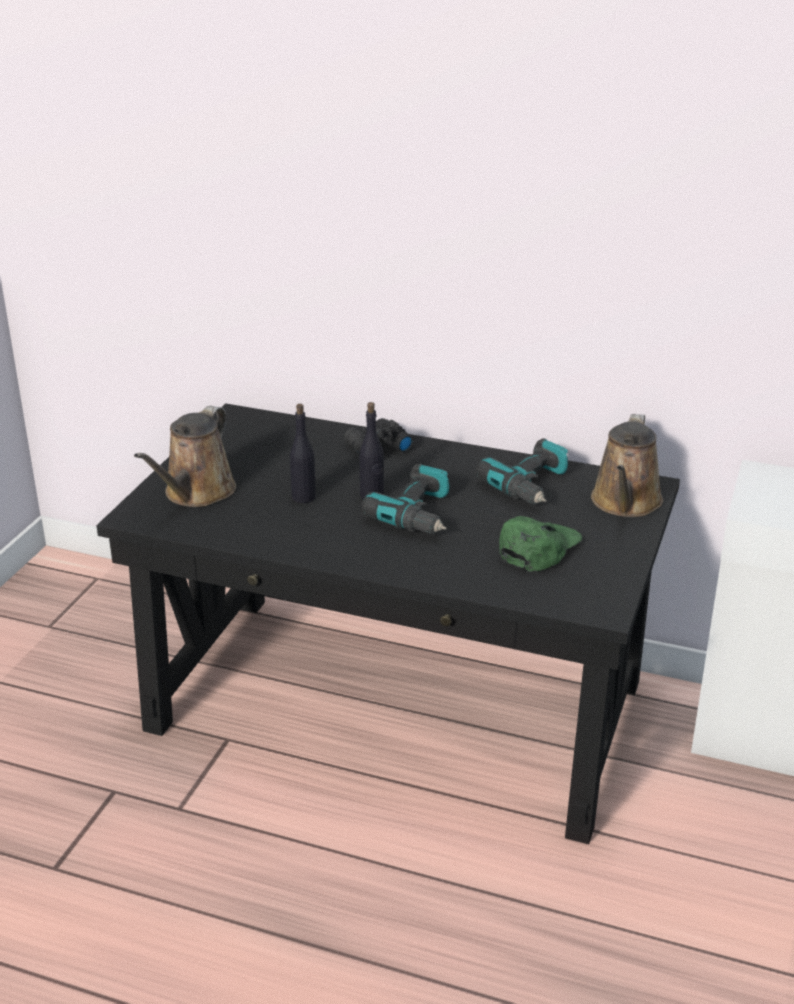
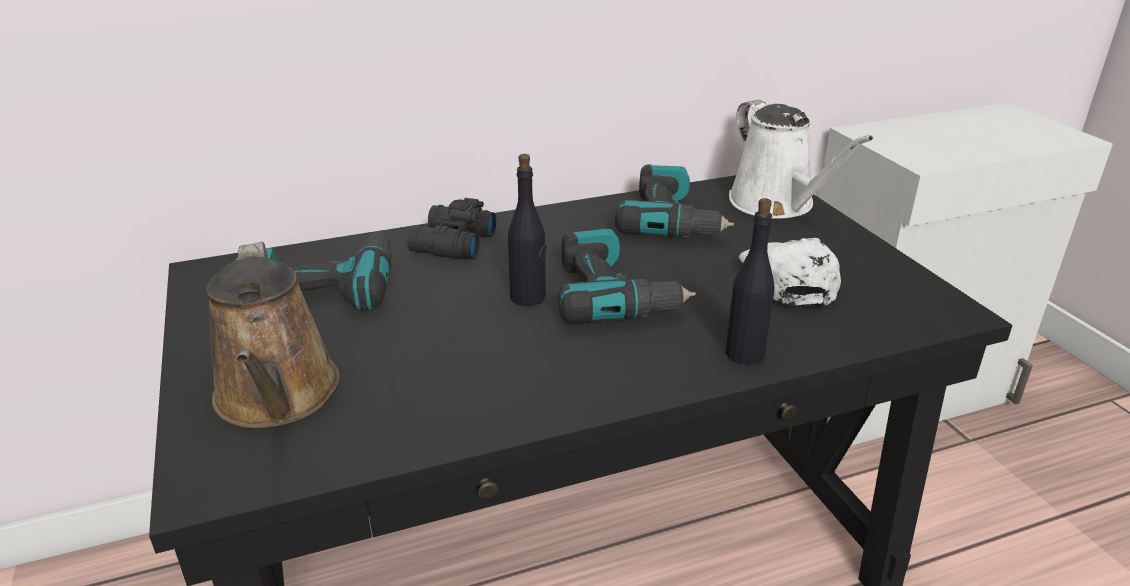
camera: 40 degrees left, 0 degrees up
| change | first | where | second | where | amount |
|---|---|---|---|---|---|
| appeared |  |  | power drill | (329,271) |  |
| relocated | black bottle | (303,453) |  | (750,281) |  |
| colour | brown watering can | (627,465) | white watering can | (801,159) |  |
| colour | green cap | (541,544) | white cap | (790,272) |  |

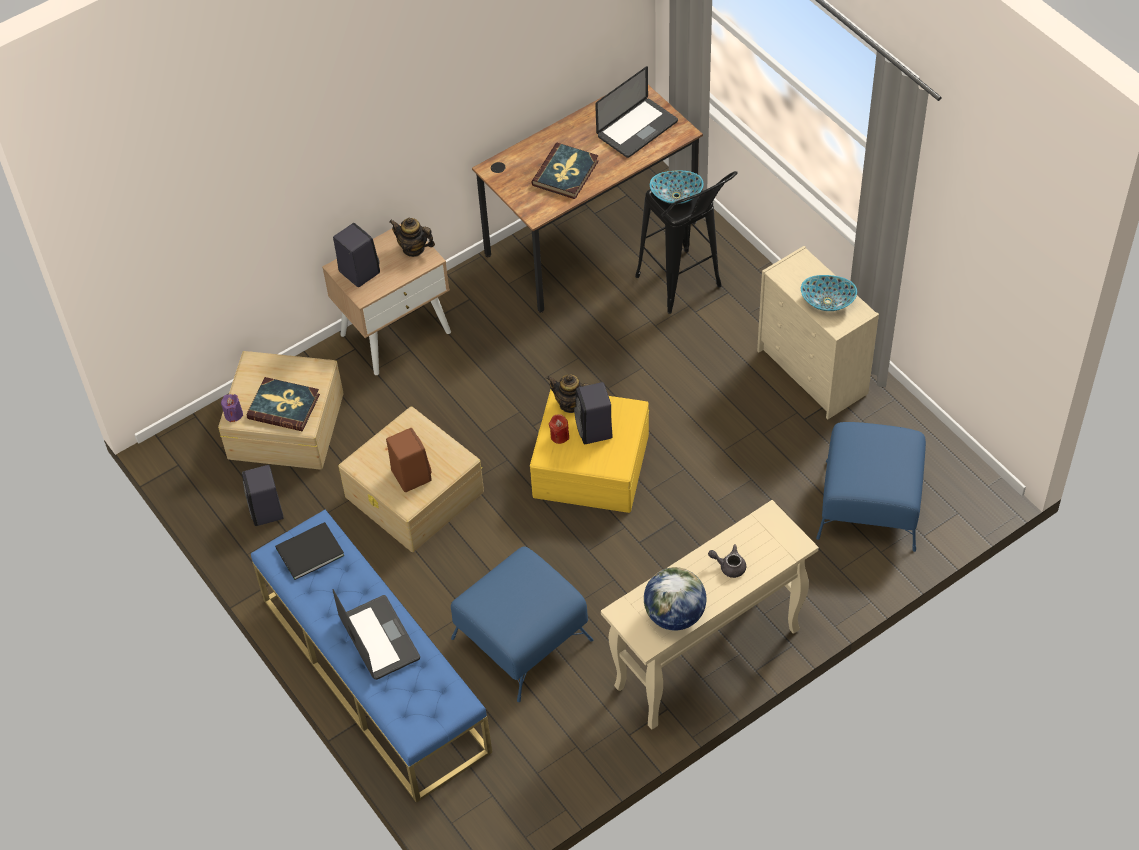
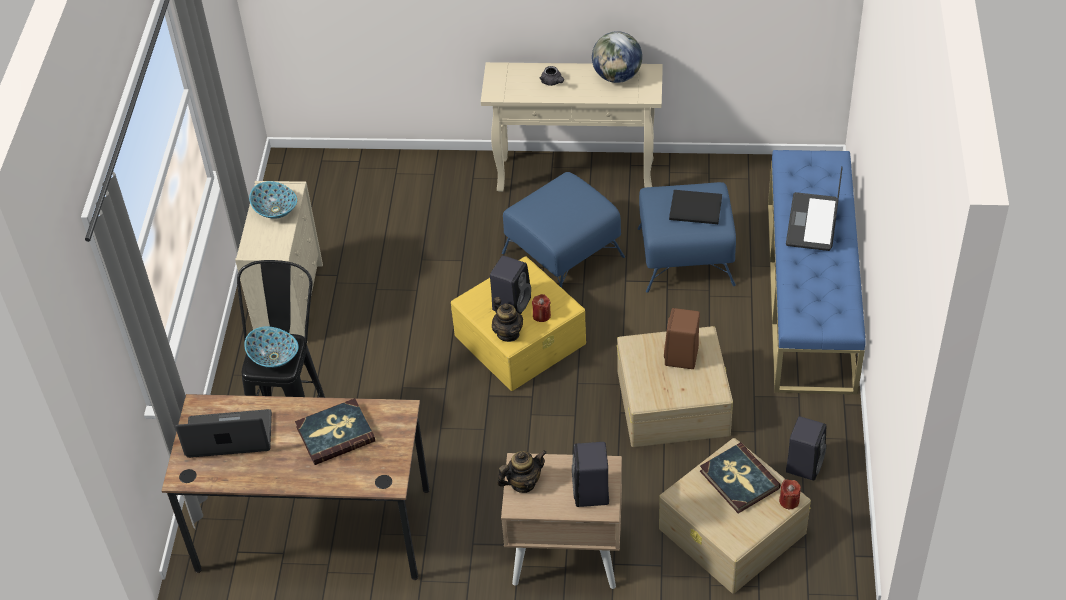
camera: 140 degrees left, 5 degrees down
| change | first | where | second | where | amount |
|---|---|---|---|---|---|
| spun | teapot | (412,237) |  | (522,471) | 90 degrees counterclockwise |
| relocated | blue ottoman | (871,487) |  | (563,230) |  |
| relocated | black book | (310,551) |  | (695,207) |  |
| colour | purple candle | (232,408) | red candle | (790,494) |  |

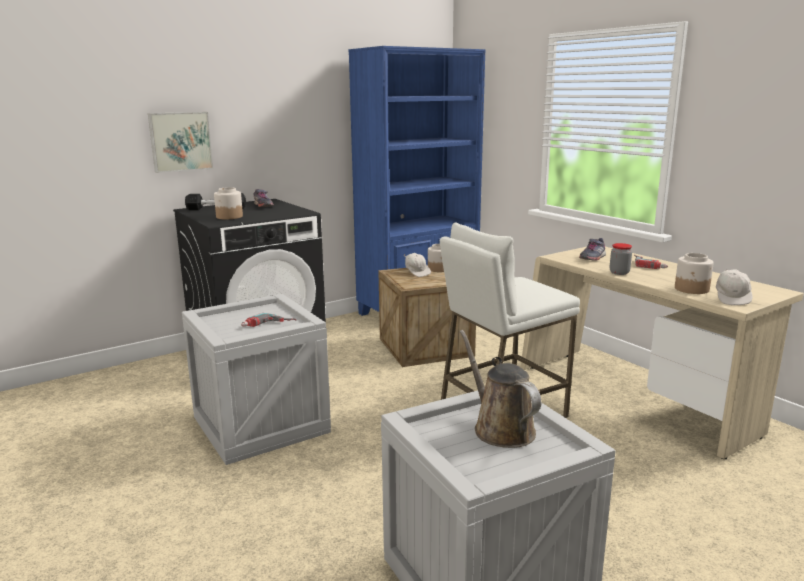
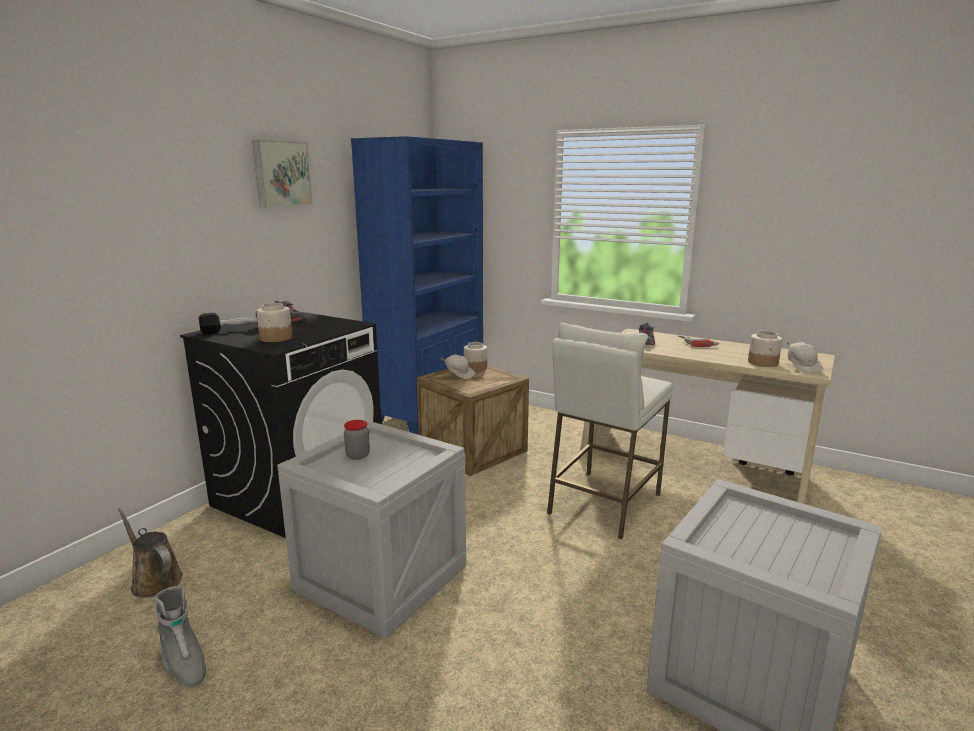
camera: 25 degrees left, 0 degrees up
| change | first | where | second | where | amount |
|---|---|---|---|---|---|
| relocated | brown watering can | (500,389) |  | (150,552) |  |
| appeared |  |  | grey boot | (180,636) |  |
| relocated | picture | (180,142) |  | (282,174) |  |
| relocated | jar | (621,259) |  | (357,440) |  |
| missing | power drill | (268,319) |  |  |  |

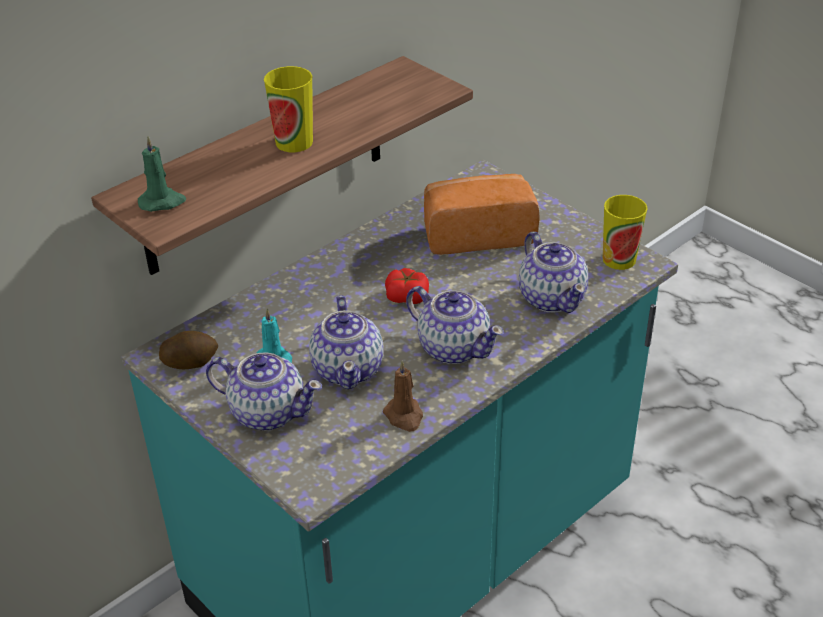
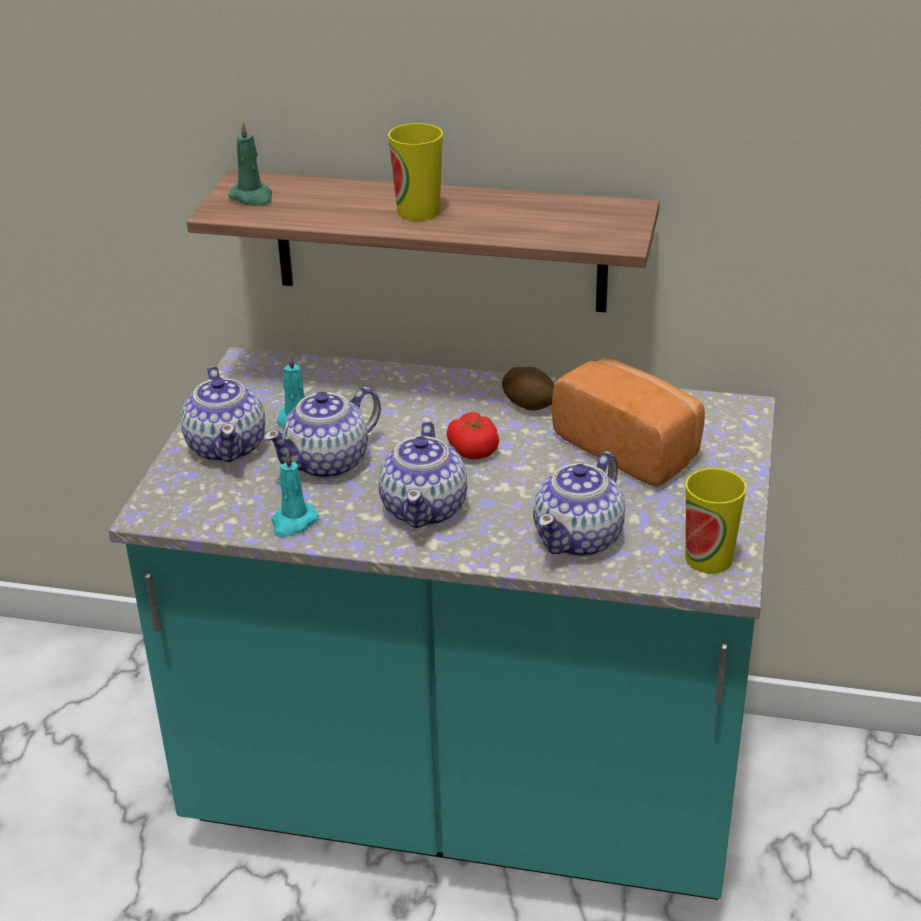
camera: 55 degrees right, 5 degrees down
| change | first | where | second | where | amount |
|---|---|---|---|---|---|
| colour | brown candle | (403,396) | turquoise candle | (295,493) |  |
| relocated | potato | (188,350) |  | (528,389) |  |

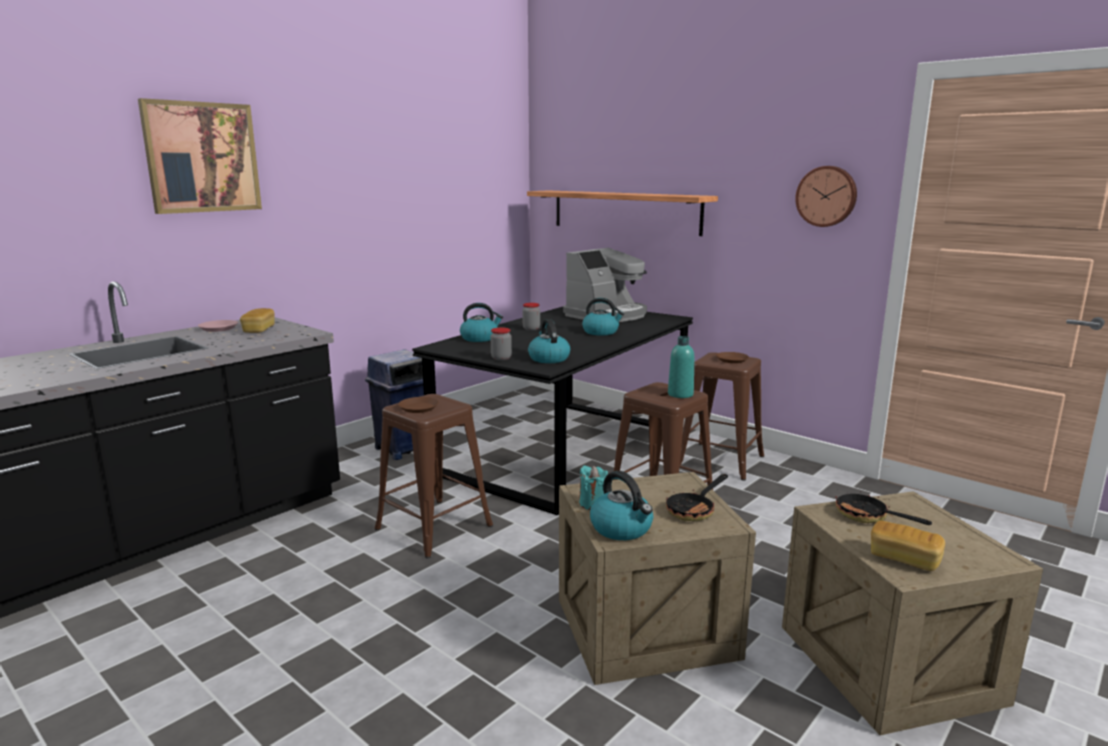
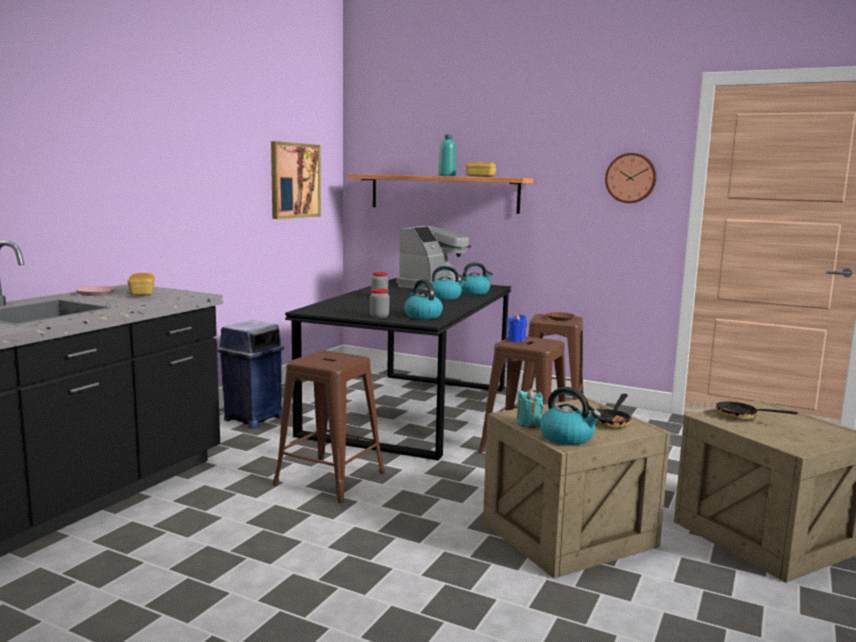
camera: 15 degrees left, 5 degrees down
| change | first | where | second | where | amount |
|---|---|---|---|---|---|
| relocated | picture | (200,156) |  | (296,180) |  |
| relocated | turquoise bottle | (681,367) |  | (447,155) |  |
| relocated | kettle | (481,322) |  | (476,278) |  |
| relocated | bread | (908,545) |  | (481,169) |  |
| appeared |  |  | blue candle | (517,327) |  |
| missing | brown plate | (418,405) |  |  |  |

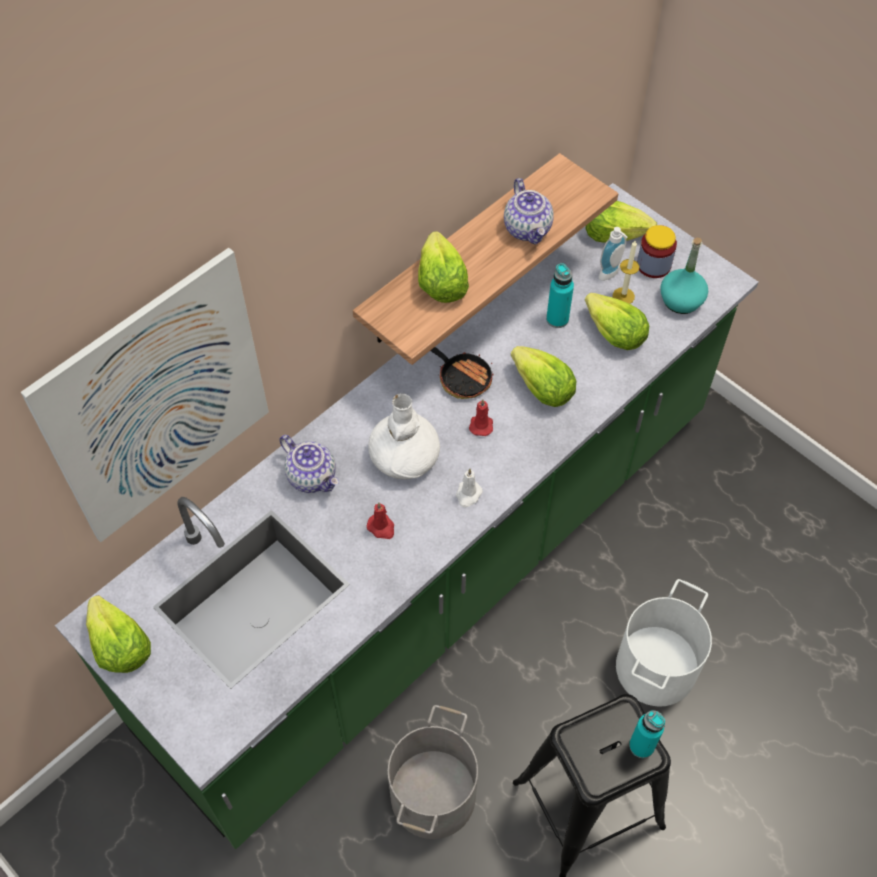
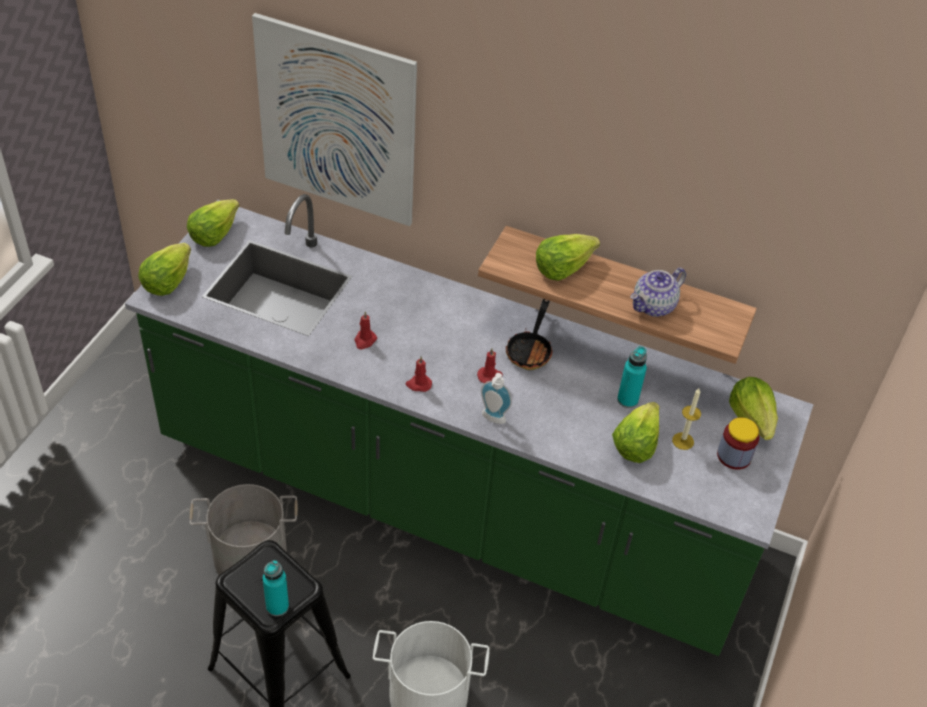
camera: 65 degrees right, 10 degrees down
| change | first | where | second | where | amount |
|---|---|---|---|---|---|
| relocated | lettuce | (543,376) |  | (164,269) |  |
| colour | white candle | (469,488) | red candle | (419,374) |  |
| relocated | soap dispenser | (613,254) |  | (496,398) |  |
| missing | teapot | (309,464) |  |  |  |
| missing | white vase | (404,437) |  |  |  |
| missing | turquoise bottle | (684,275) |  |  |  |

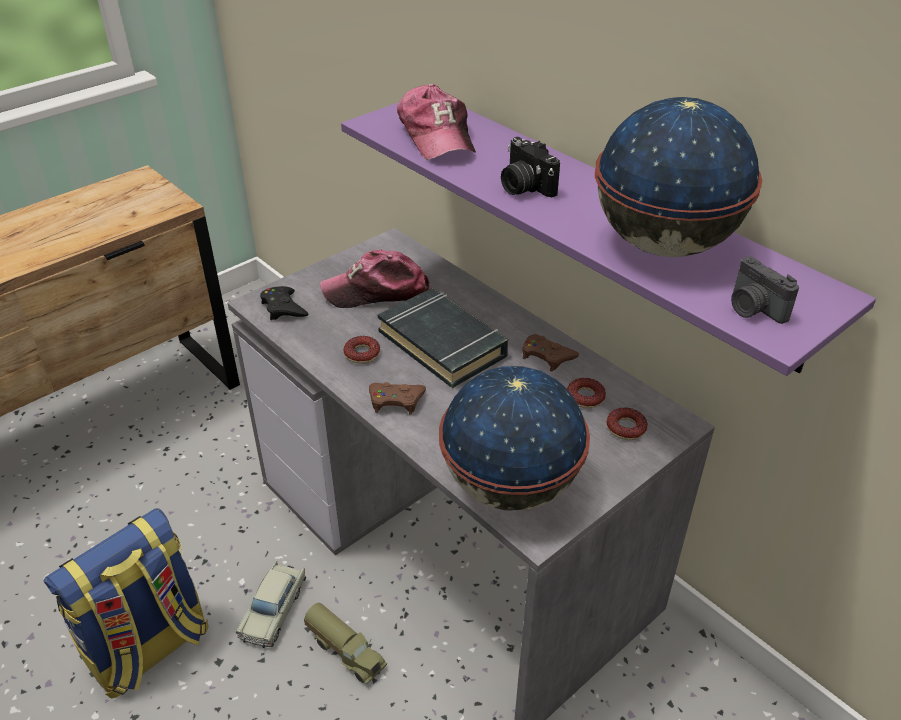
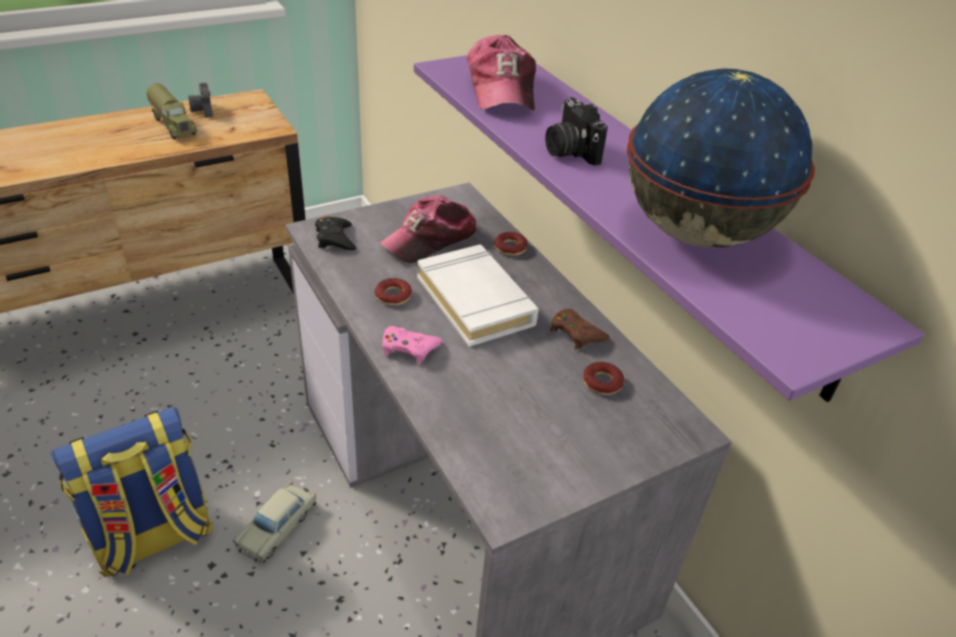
camera: 10 degrees right, 0 degrees up
| change | first | where | second | where | amount |
|---|---|---|---|---|---|
| relocated | toy truck | (345,644) |  | (172,111) |  |
| relocated | photo camera | (765,290) |  | (200,100) |  |
| spun | cap | (375,279) |  | (428,229) | 45 degrees counterclockwise |
| colour | brown game controller | (397,398) | pink game controller | (412,345) |  |
| colour | black book | (443,338) | white book | (478,296) |  |
| relocated | donut | (627,424) |  | (511,244) |  |
| missing | globe | (514,438) |  |  |  |

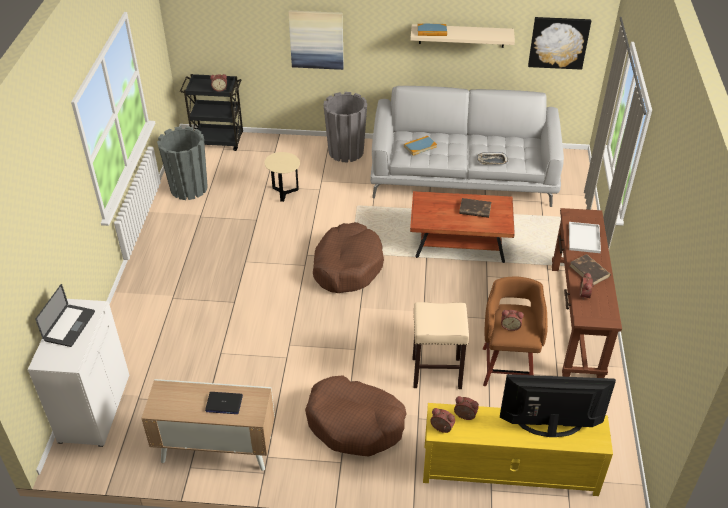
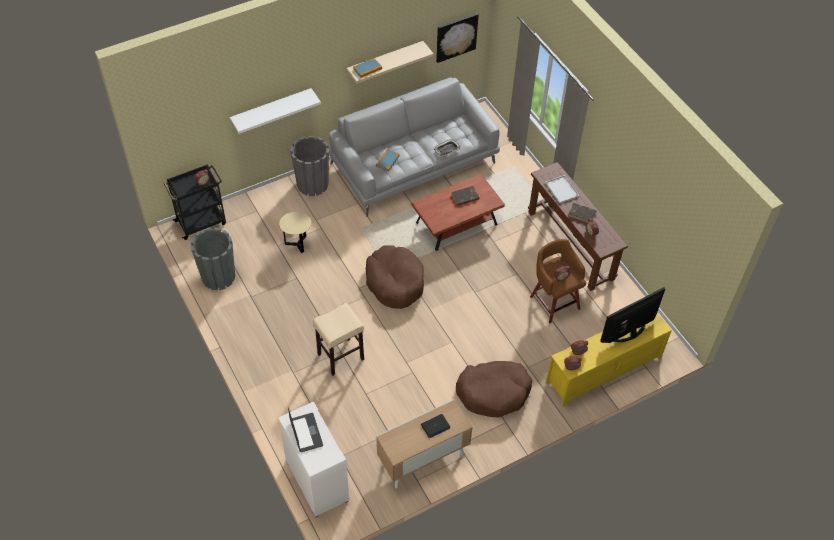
camera: 35 degrees left, 10 degrees up
| change | first | where | second | where | amount |
|---|---|---|---|---|---|
| exchanged | picture | (316,40) | white shelf | (275,111) |  |
| relocated | beige stool | (441,345) |  | (338,339) |  |

